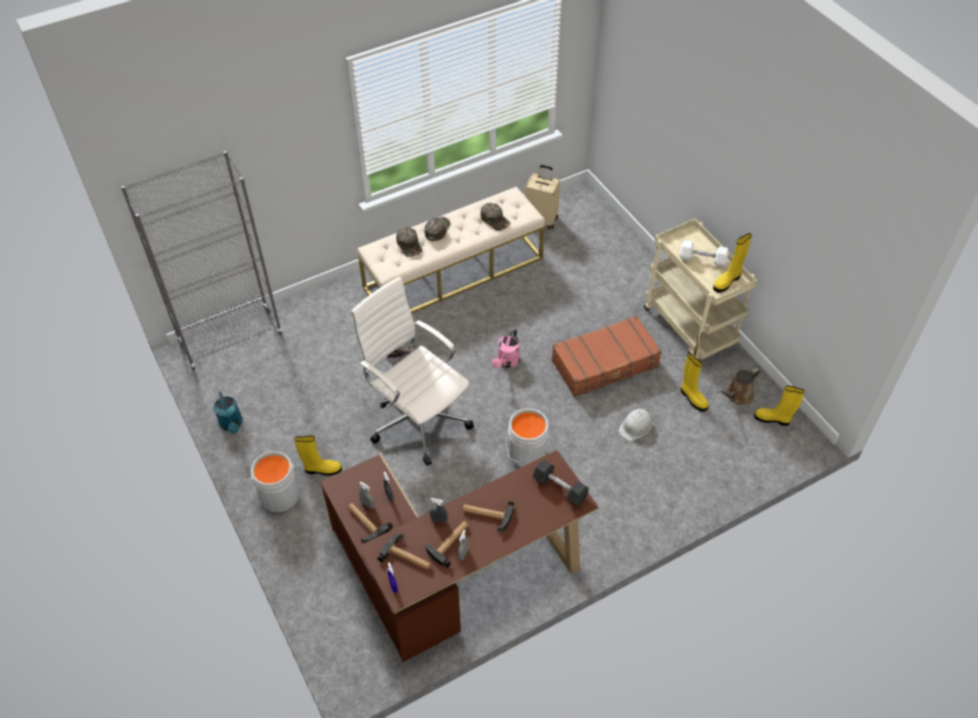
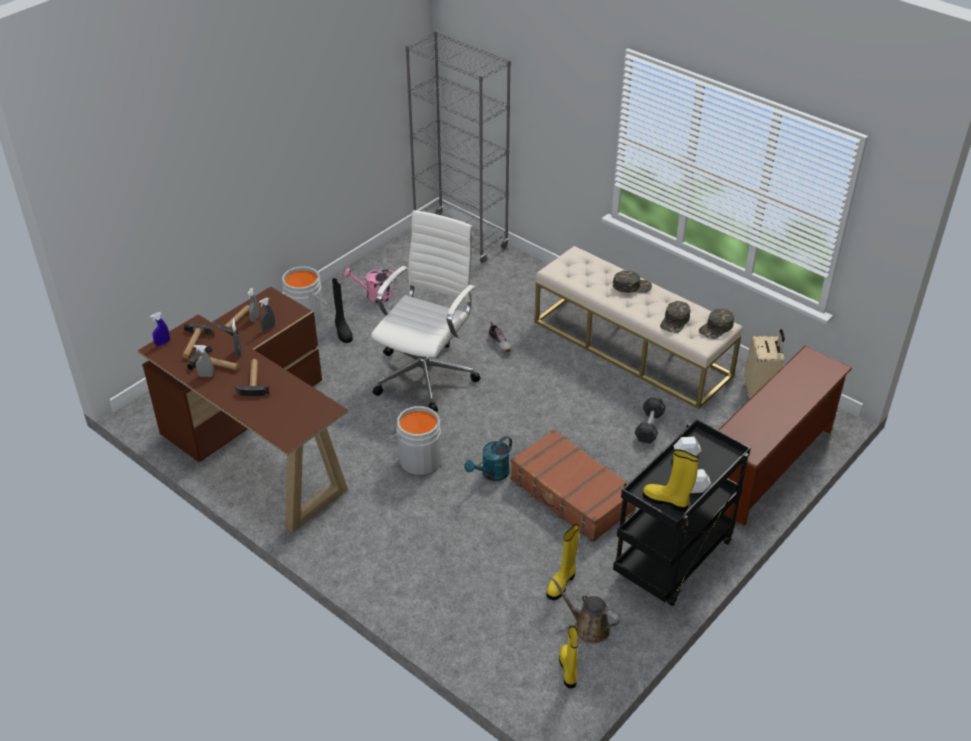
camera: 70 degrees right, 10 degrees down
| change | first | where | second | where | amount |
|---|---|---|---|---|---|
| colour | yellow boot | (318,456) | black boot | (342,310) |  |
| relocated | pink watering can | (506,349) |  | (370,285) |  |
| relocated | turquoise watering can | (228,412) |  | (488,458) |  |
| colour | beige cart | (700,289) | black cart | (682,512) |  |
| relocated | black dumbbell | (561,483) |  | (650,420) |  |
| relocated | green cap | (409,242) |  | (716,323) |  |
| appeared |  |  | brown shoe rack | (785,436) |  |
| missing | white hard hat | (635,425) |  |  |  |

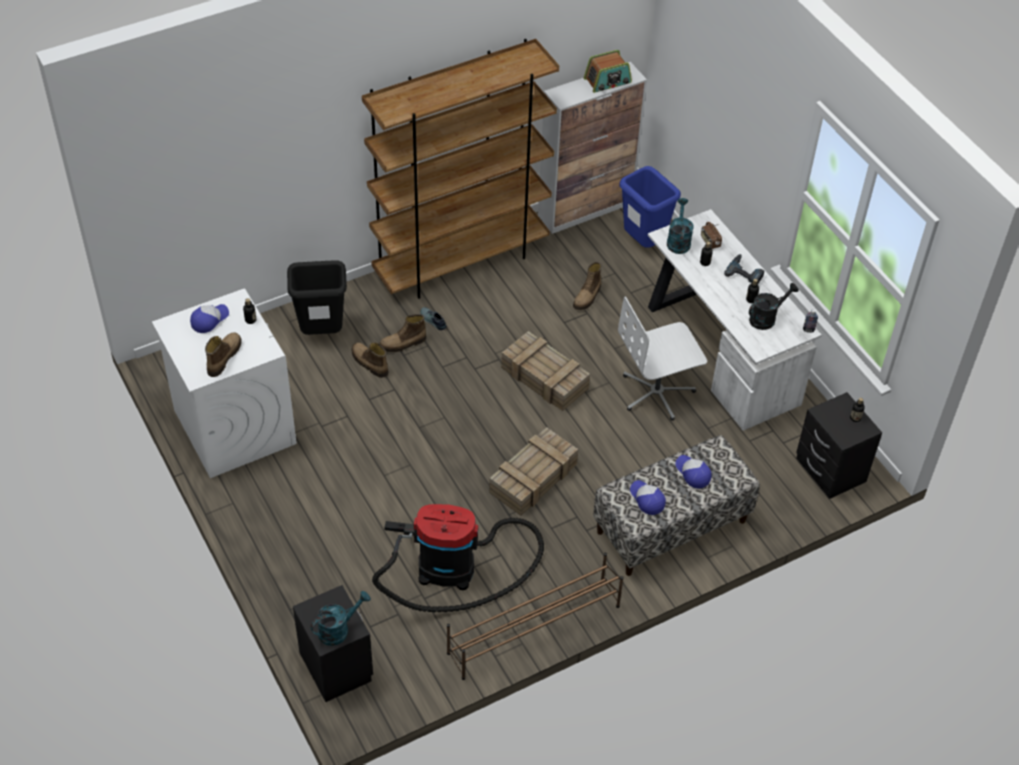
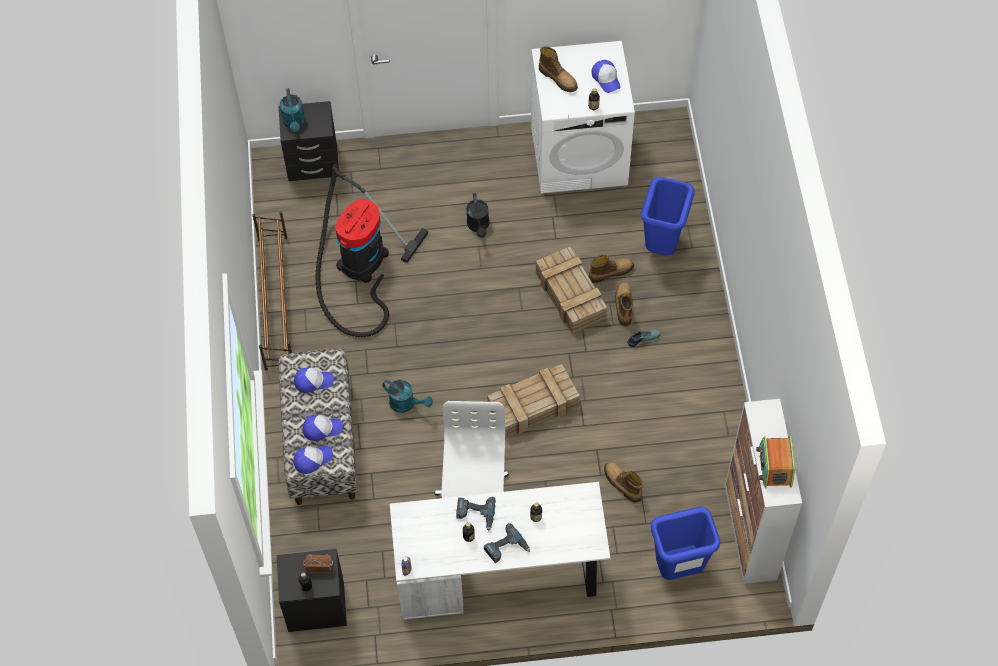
camera: 115 degrees right, 10 degrees up
| change | first | where | second | where | amount |
|---|---|---|---|---|---|
| appeared |  |  | cap | (313,459) |  |
| relocated | radio | (711,235) |  | (318,563) |  |
| relocated | turquoise watering can | (680,226) |  | (407,396) |  |
| appeared |  |  | power drill | (476,514) |  |
| relocated | black watering can | (774,306) |  | (477,215) |  |
| relocated | crate | (533,471) |  | (571,290) |  |
| colour | black trash can | (317,297) | blue trash can | (668,216) |  |
| missing | brown bookcase | (460,169) |  |  |  |

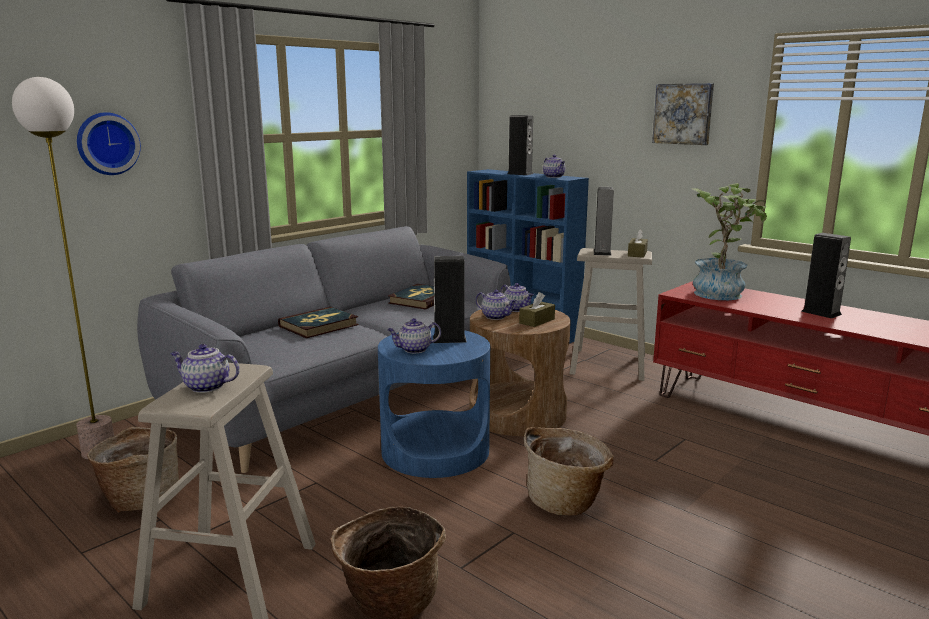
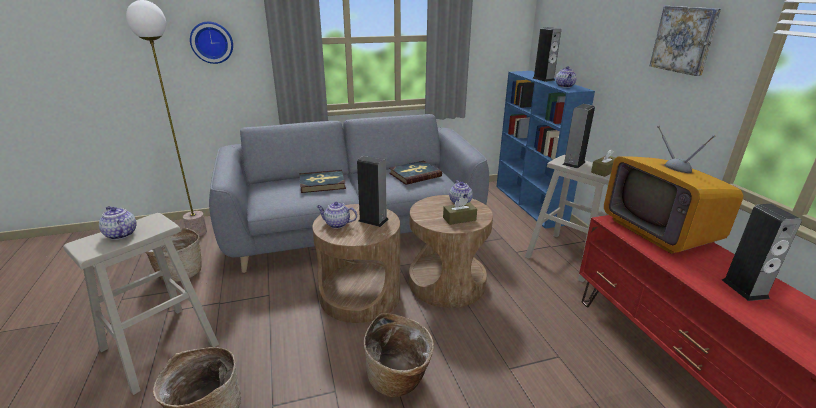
camera: 30 degrees right, 10 degrees up
| change | first | where | second | where | amount |
|---|---|---|---|---|---|
| colour | blue side table | (434,403) | brown side table | (356,263) |  |
| exchanged | potted plant | (730,241) | television | (674,189) |  |
| missing | teapot | (496,305) |  |  |  |

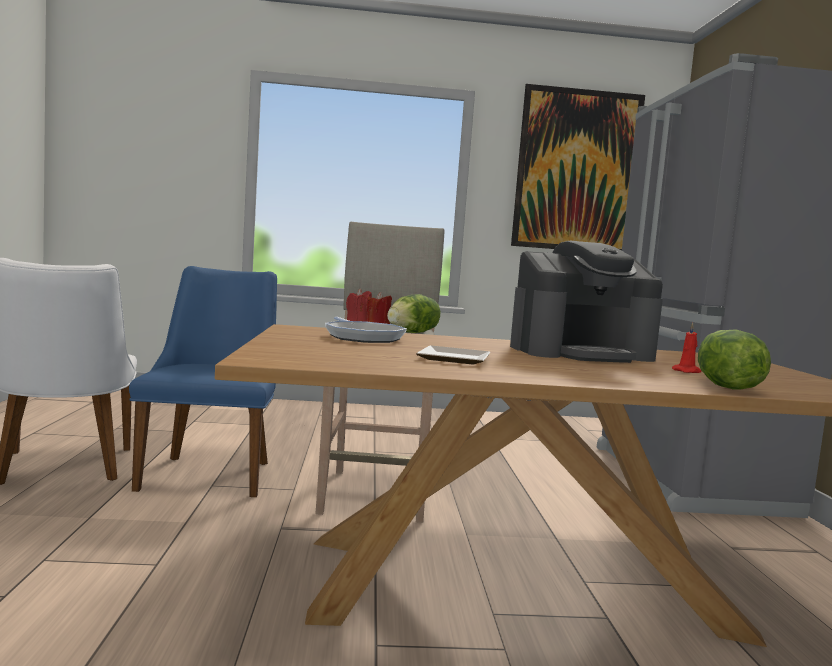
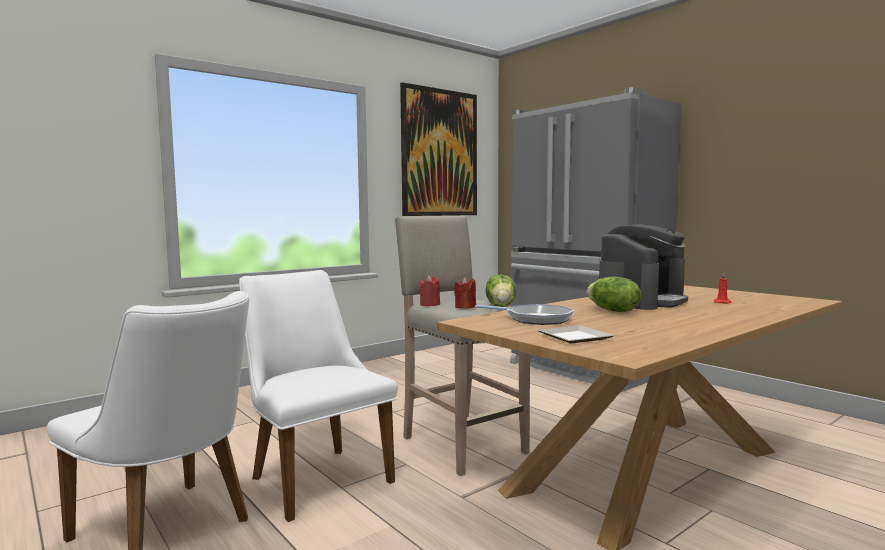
camera: 35 degrees left, 0 degrees up
| change | first | where | second | where | amount |
|---|---|---|---|---|---|
| colour | blue chair | (203,381) | white chair | (318,396) |  |
| relocated | plate | (453,355) |  | (576,334) |  |
| relocated | lettuce | (734,359) |  | (614,294) |  |

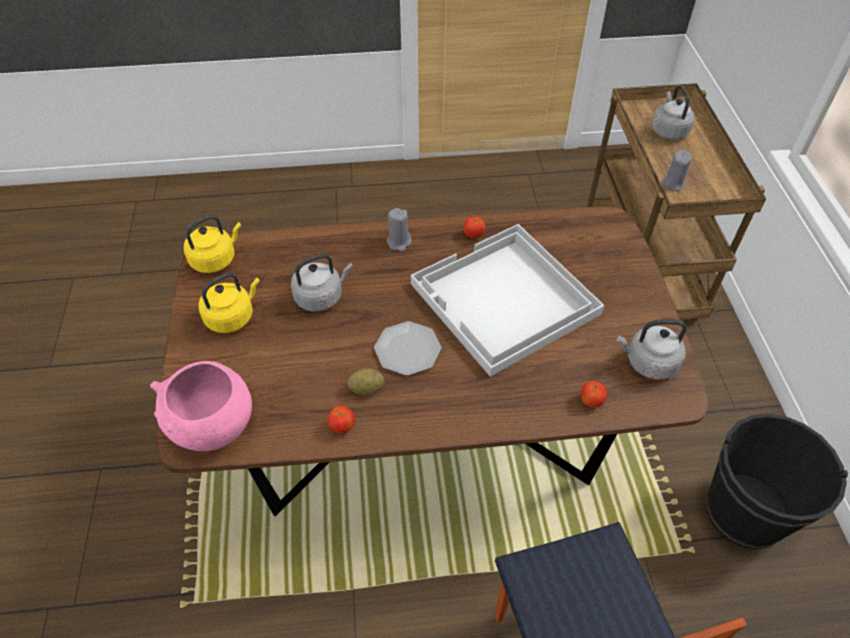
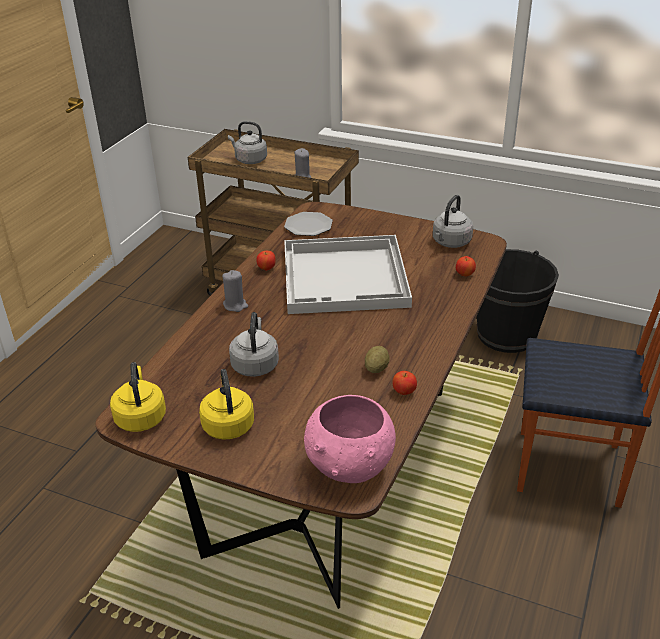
camera: 60 degrees left, 15 degrees down
| change | first | where | second | where | amount |
|---|---|---|---|---|---|
| relocated | plate | (407,348) |  | (308,224) |  |

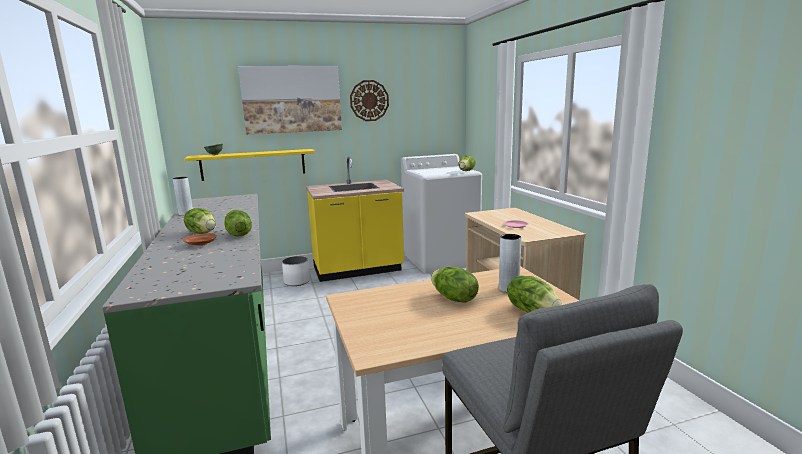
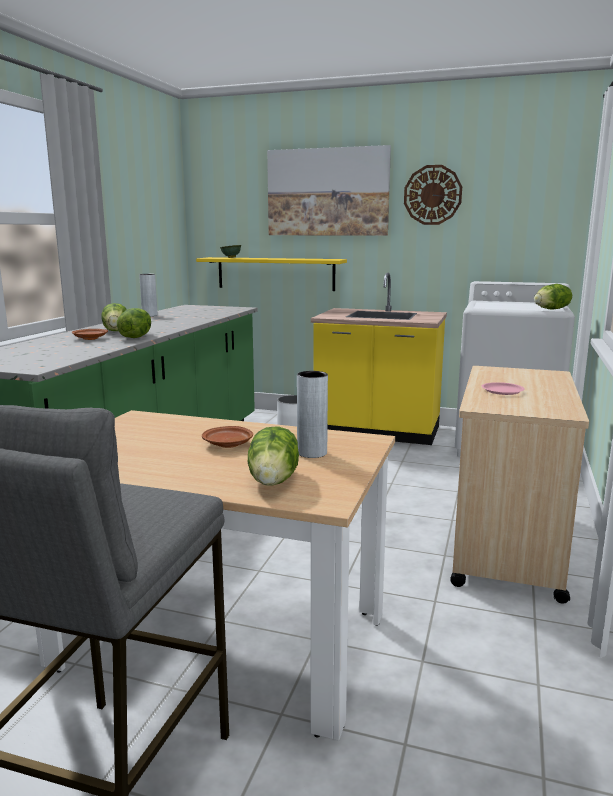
camera: 35 degrees right, 0 degrees up
| change | first | where | second | where | amount |
|---|---|---|---|---|---|
| exchanged | lettuce | (455,285) | brown plate | (227,437) |  |

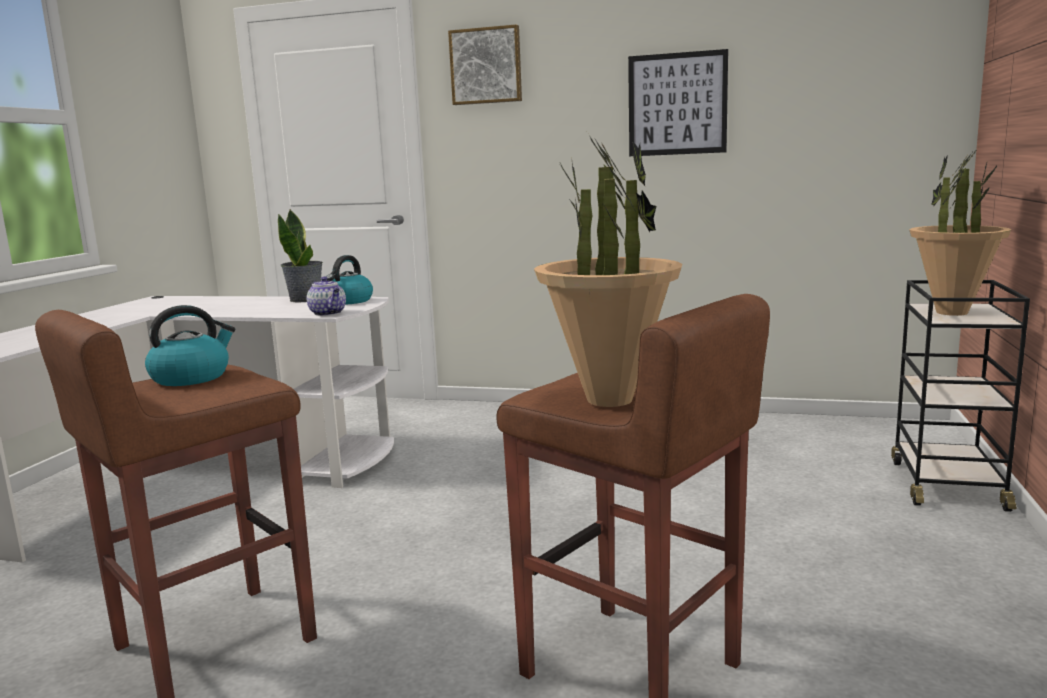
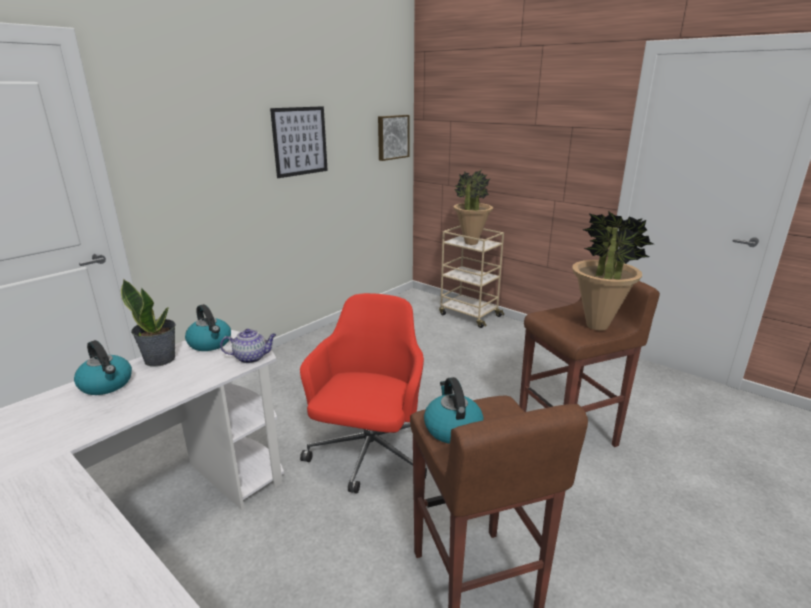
camera: 65 degrees left, 10 degrees up
| change | first | where | second | where | amount |
|---|---|---|---|---|---|
| appeared |  |  | kettle | (103,367) |  |
| appeared |  |  | red office chair | (363,393) |  |
| relocated | picture | (485,64) |  | (394,138) |  |
| colour | black cart | (960,396) | beige cart | (471,277) |  |

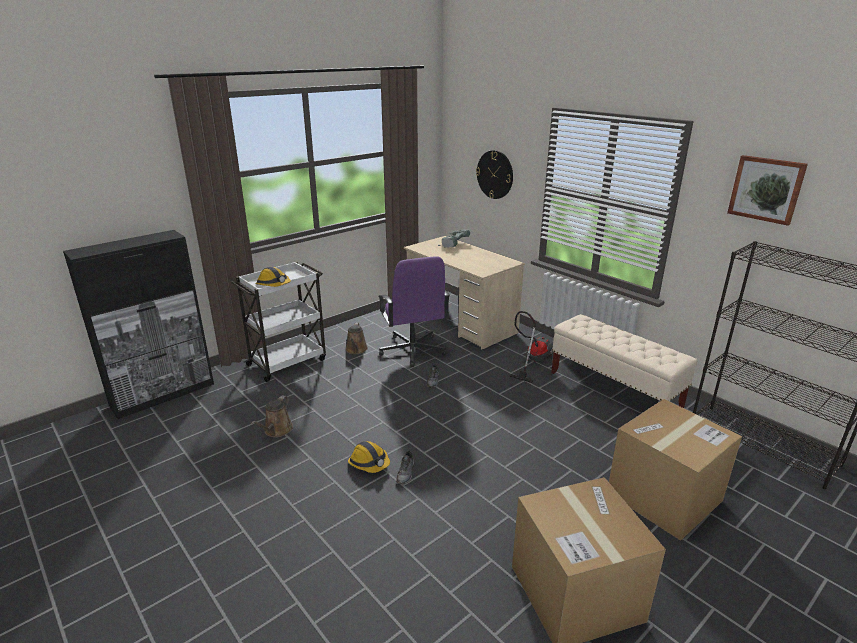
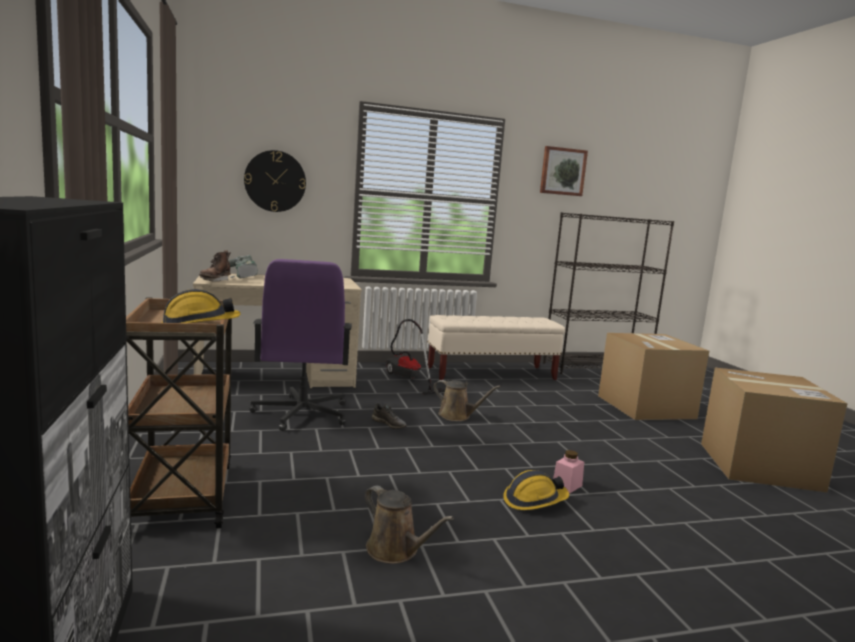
camera: 65 degrees left, 15 degrees down
| change | first | where | second | where | amount |
|---|---|---|---|---|---|
| colour | white cart | (278,321) | brown cart | (179,413) |  |
| appeared |  |  | brown boot | (215,266) |  |
| spun | purple office chair | (414,311) |  | (300,345) | 75 degrees clockwise |
| relocated | brown watering can | (357,338) |  | (467,400) |  |
| exchanged | grey shoe | (405,467) | pink jar | (568,472) |  |

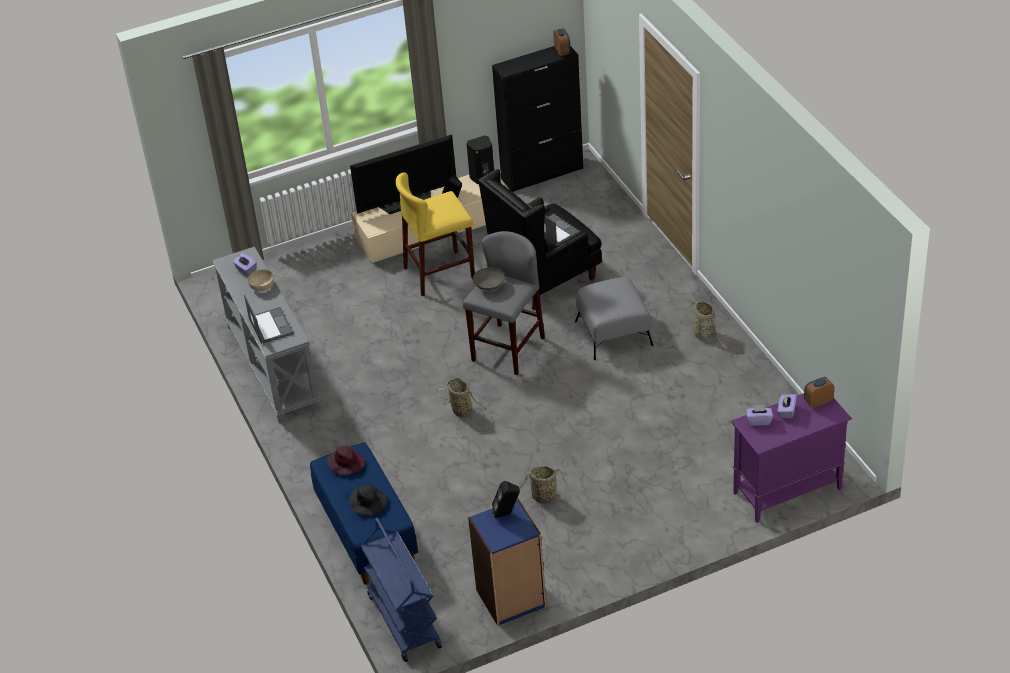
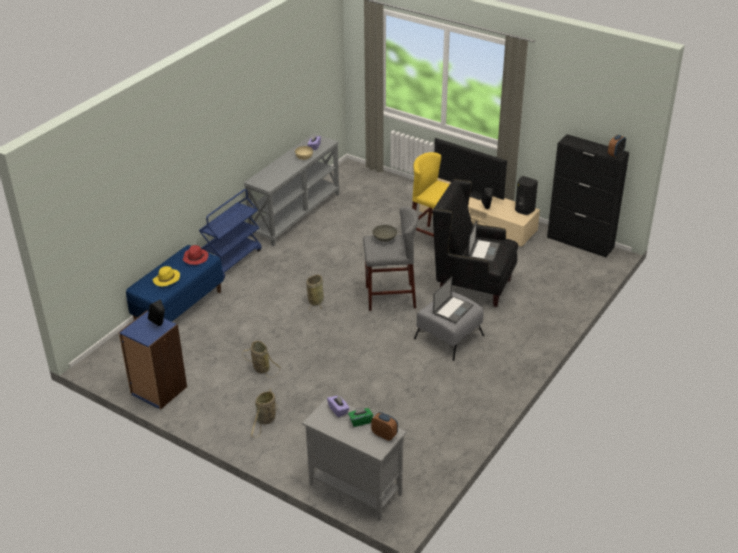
camera: 55 degrees right, 5 degrees down
| change | first | where | second | where | amount |
|---|---|---|---|---|---|
| colour | black hat | (368,499) | yellow hat | (166,276) |  |
| colour | purple hat | (346,460) | red hat | (195,255) |  |
| relocated | blue cart | (401,590) |  | (230,234) |  |
| relocated | basket | (703,324) |  | (264,413) |  |
| colour | purple cabinet | (791,458) | grey cabinet | (354,458) |  |
| colour | purple tissue box | (787,406) | green tissue box | (360,417) |  |
| relocated | laptop | (269,319) |  | (453,300) |  |

